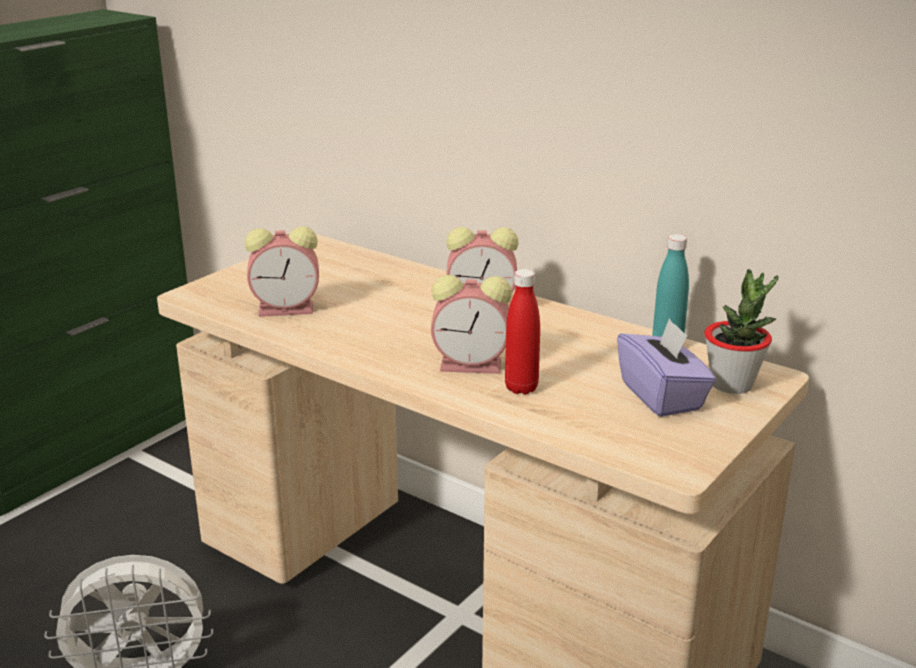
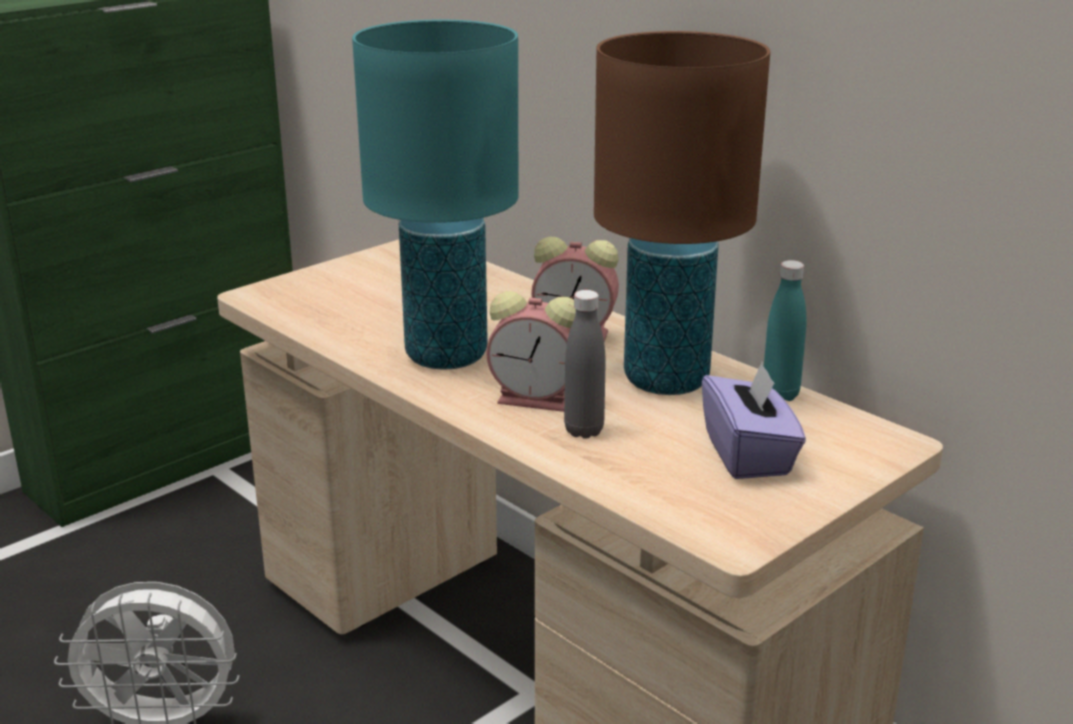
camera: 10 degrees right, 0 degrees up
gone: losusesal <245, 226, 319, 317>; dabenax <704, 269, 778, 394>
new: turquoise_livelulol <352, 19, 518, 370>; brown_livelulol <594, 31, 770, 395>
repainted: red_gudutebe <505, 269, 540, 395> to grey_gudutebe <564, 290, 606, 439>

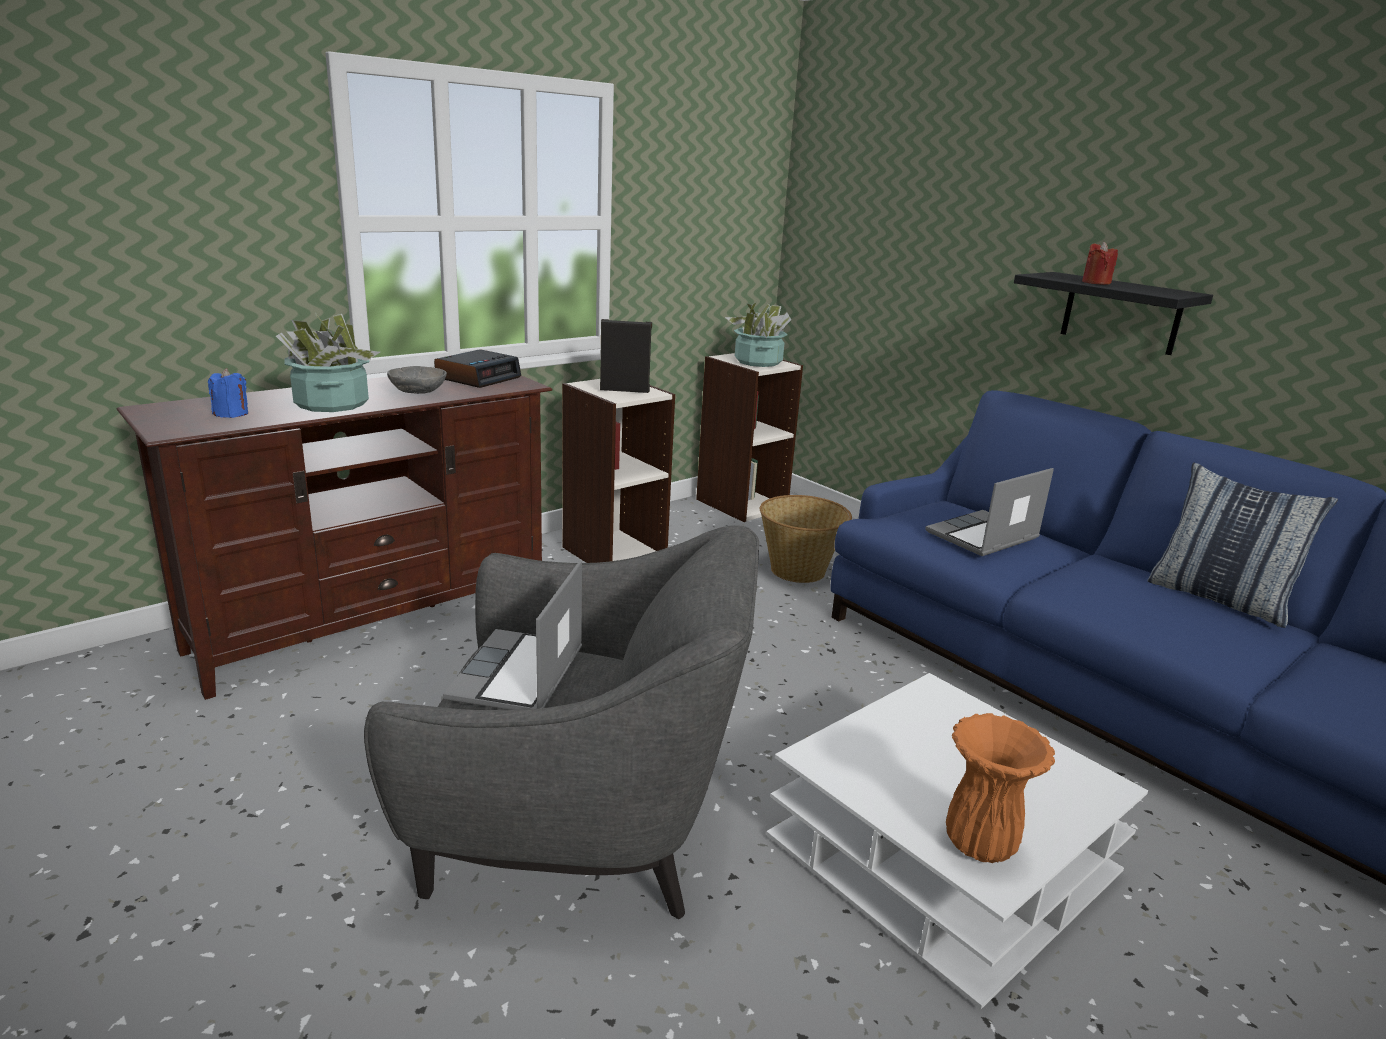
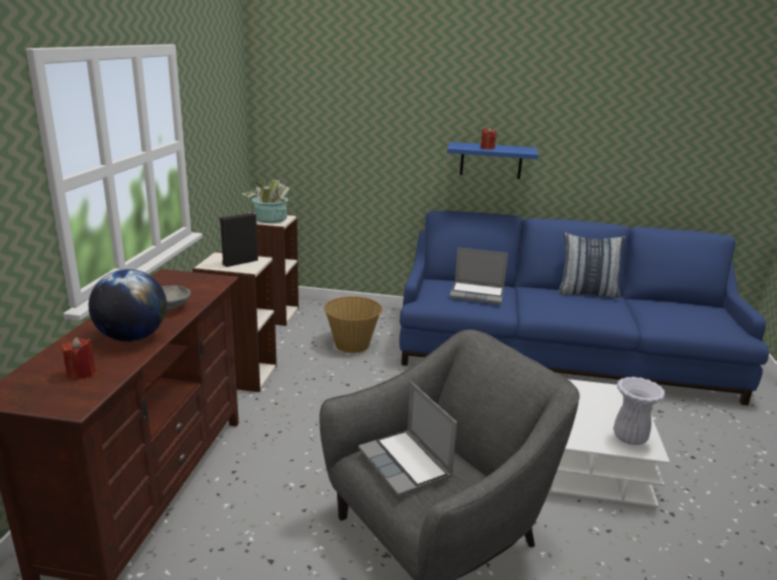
camera: 40 degrees left, 0 degrees up
gone: losusesal <434, 349, 521, 388>
swapped: dabenax <276, 312, 380, 412> to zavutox <89, 269, 167, 342>
repainted: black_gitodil <1014, 272, 1213, 355> to blue_gitodil <447, 142, 538, 179>; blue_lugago <208, 368, 248, 418> to red_lugago <62, 337, 96, 379>; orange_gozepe <946, 713, 1055, 863> to white_gozepe <613, 377, 665, 445>
rotated: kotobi <925, 468, 1054, 556> = <450, 248, 508, 304> 90 degrees counterclockwise

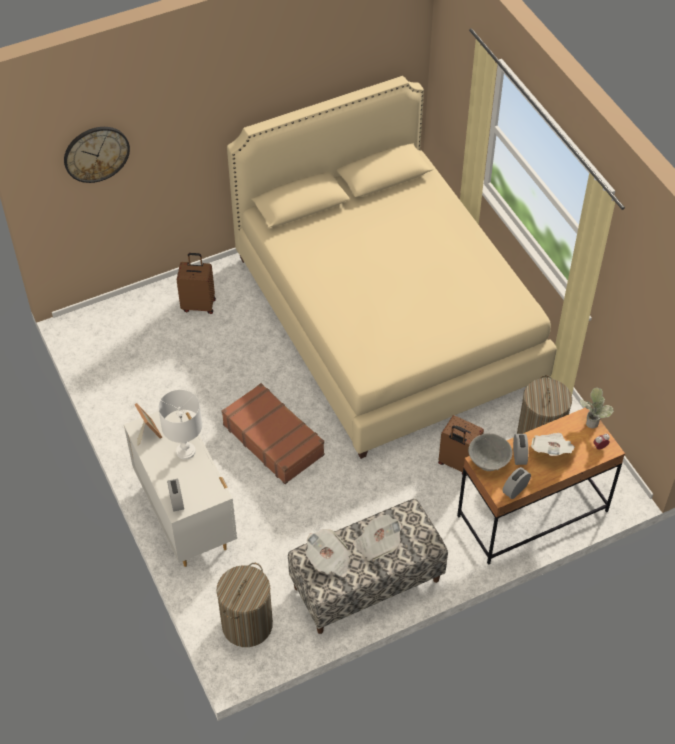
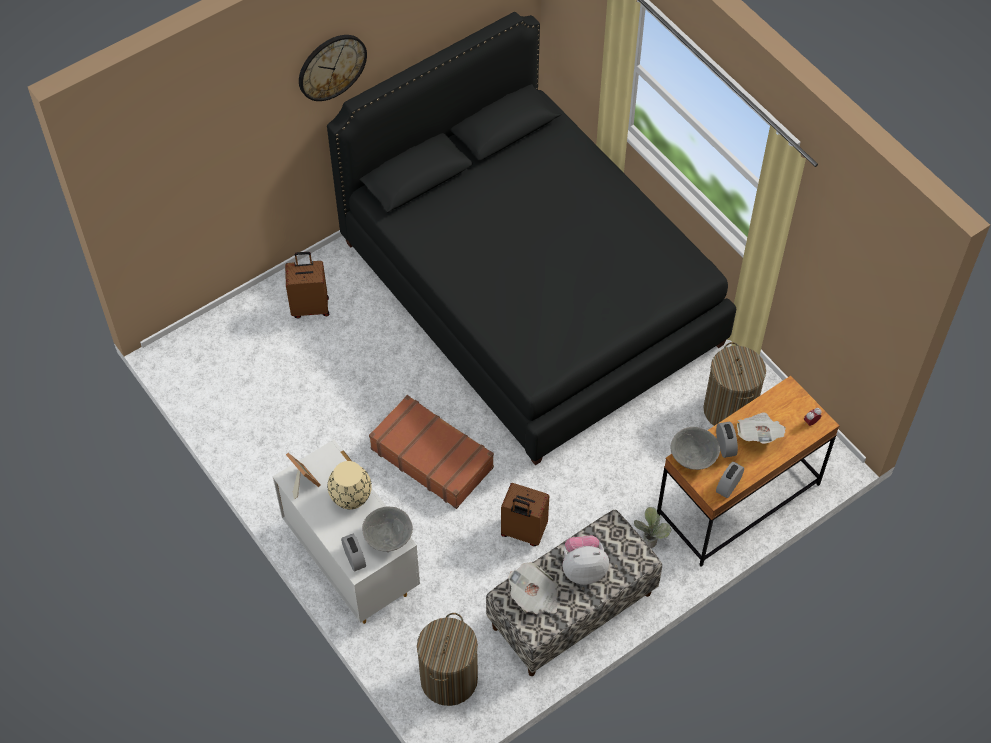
camera: 10 degrees left, 5 degrees up
new: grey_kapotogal <362, 506, 413, 552>
shifted: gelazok <64, 127, 130, 183> to <299, 35, 367, 101>; dabenax <580, 387, 614, 428> to <634, 507, 672, 548>; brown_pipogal <438, 415, 484, 476> to <501, 483, 549, 546>
swapped: white_livelulol <158, 390, 202, 460> to beige_gozepe <327, 461, 372, 510>; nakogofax <353, 514, 402, 561> to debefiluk <563, 535, 609, 585>
repainted: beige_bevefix <227, 76, 557, 459> to black_bevefix <327, 12, 736, 466>

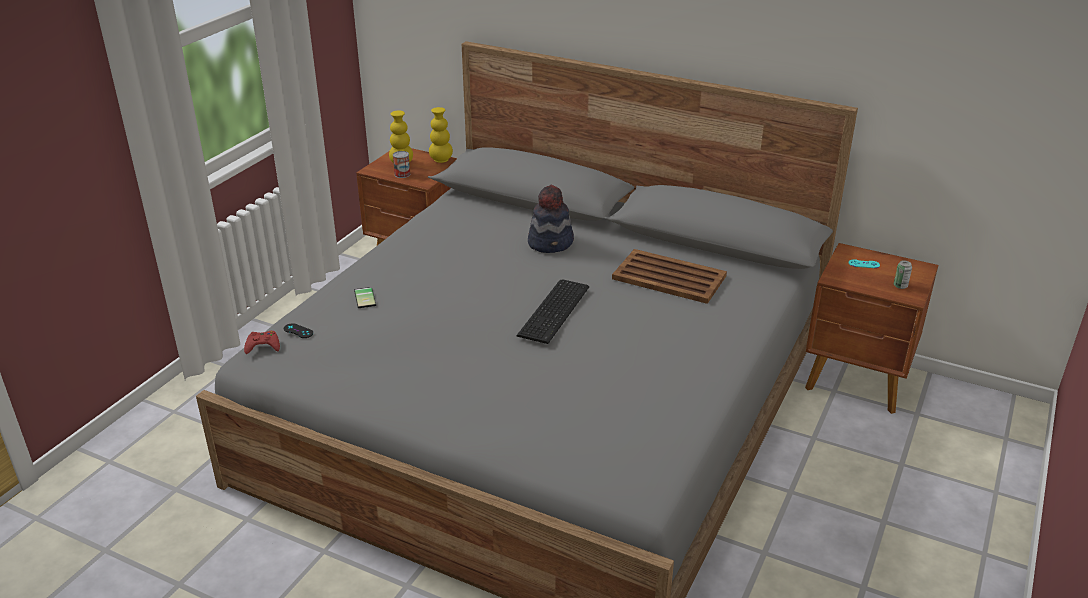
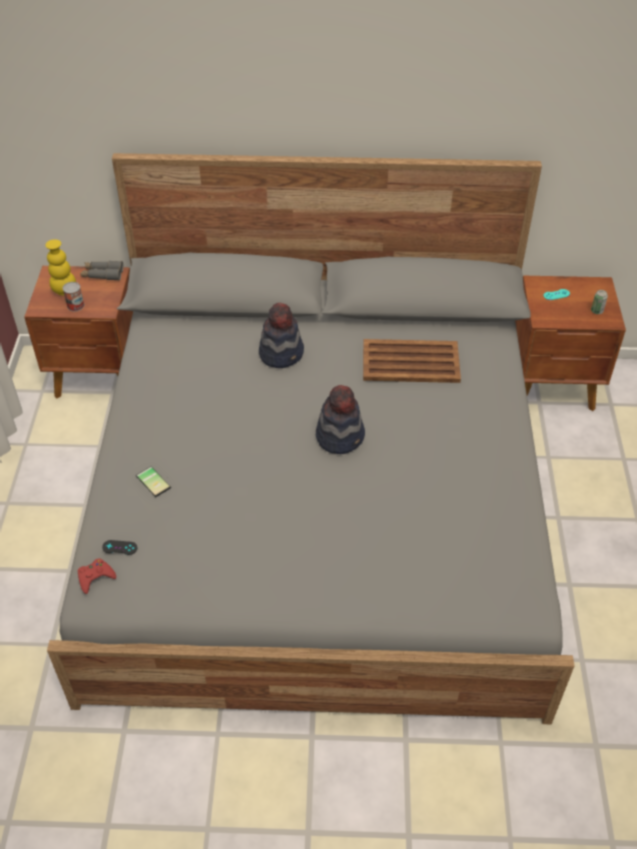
camera: 25 degrees left, 15 degrees up
swapped: yellow_gozepe <429, 107, 453, 163> to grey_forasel <81, 261, 123, 281>; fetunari <517, 279, 589, 344> to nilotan <316, 385, 365, 454>

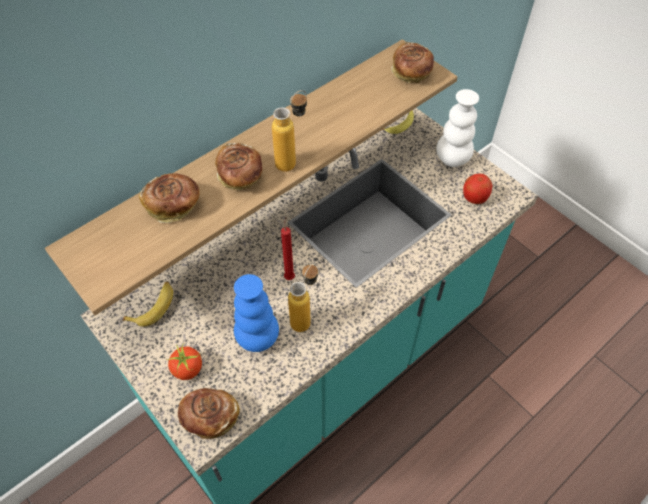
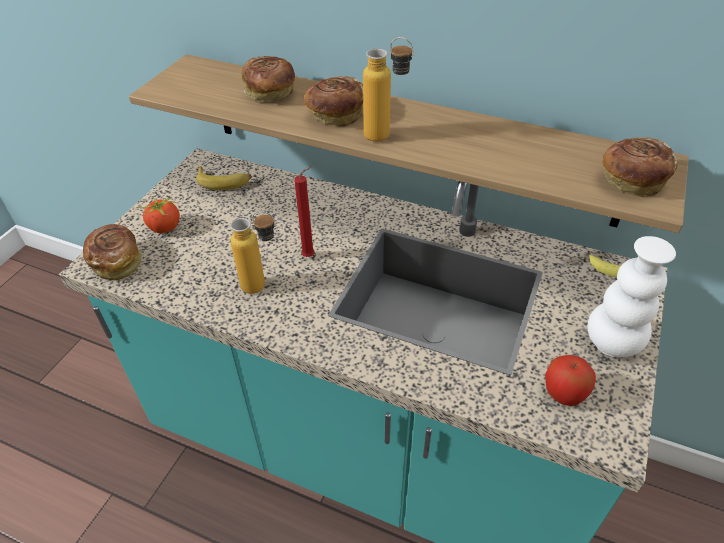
camera: 65 degrees right, 10 degrees down
gone: blue_gozepe <234, 274, 279, 352>

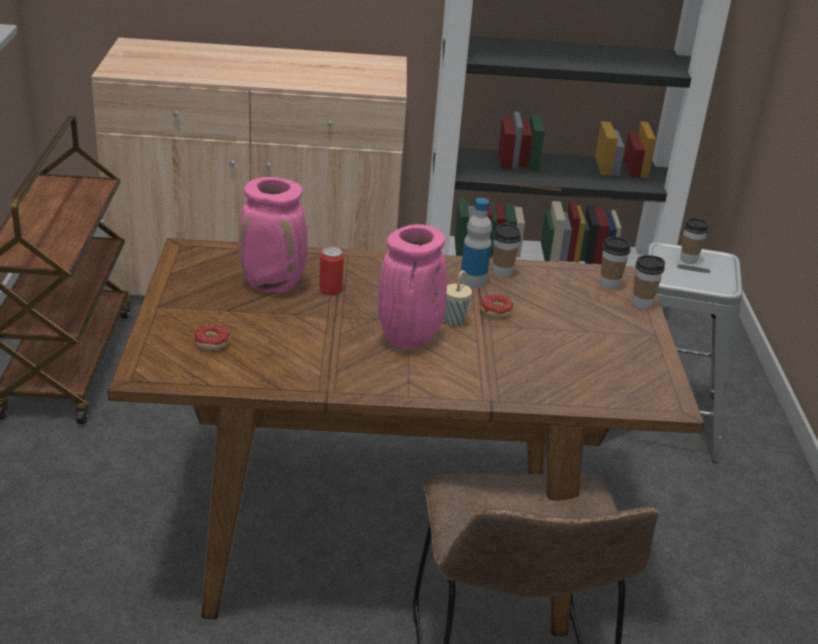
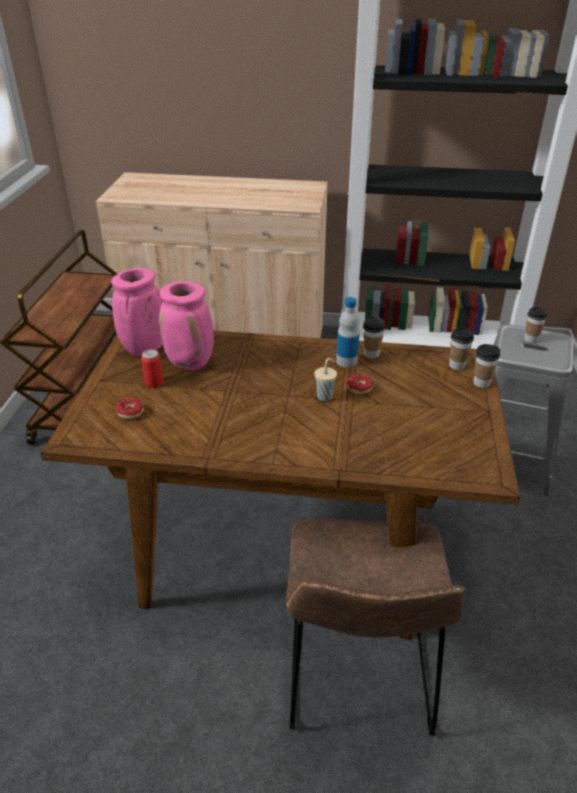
camera: 10 degrees right, 5 degrees up
shifted: pink_gozepe <378, 224, 447, 349> to <111, 268, 163, 356>; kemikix <319, 246, 344, 295> to <141, 349, 163, 388>

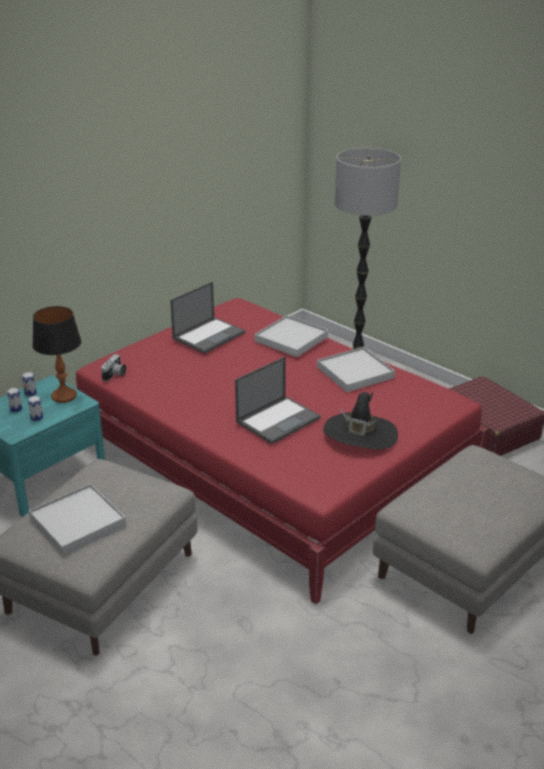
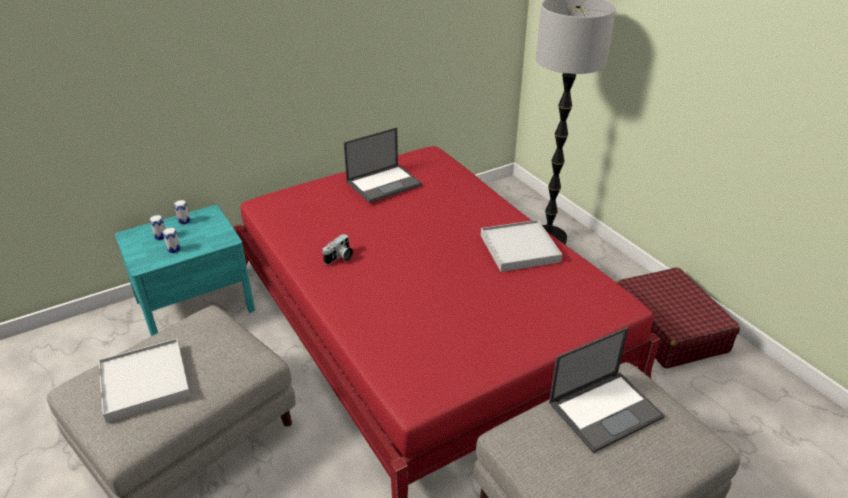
camera: 15 degrees right, 5 degrees up
gone: livelulol <32, 306, 81, 403>; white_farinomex <254, 315, 328, 357>; black_nilotan <323, 392, 398, 449>
shifted: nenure <101, 354, 126, 381> to <323, 234, 353, 265>; kotobi <235, 357, 321, 444> to <549, 327, 665, 453>

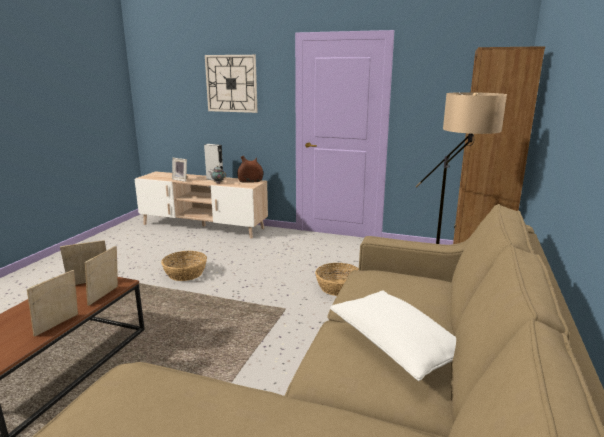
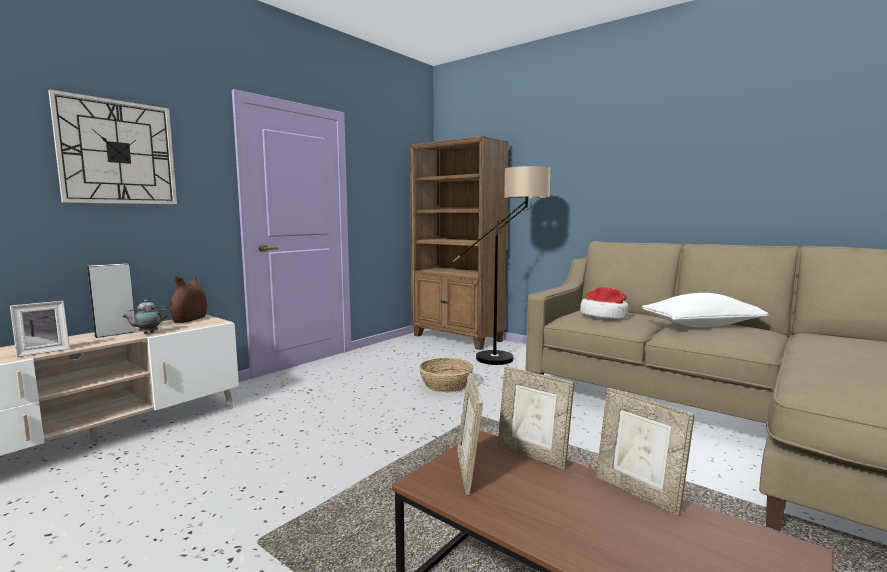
camera: 70 degrees left, 10 degrees down
gone: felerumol <161, 251, 207, 281>
new: nilotan <580, 287, 629, 319>

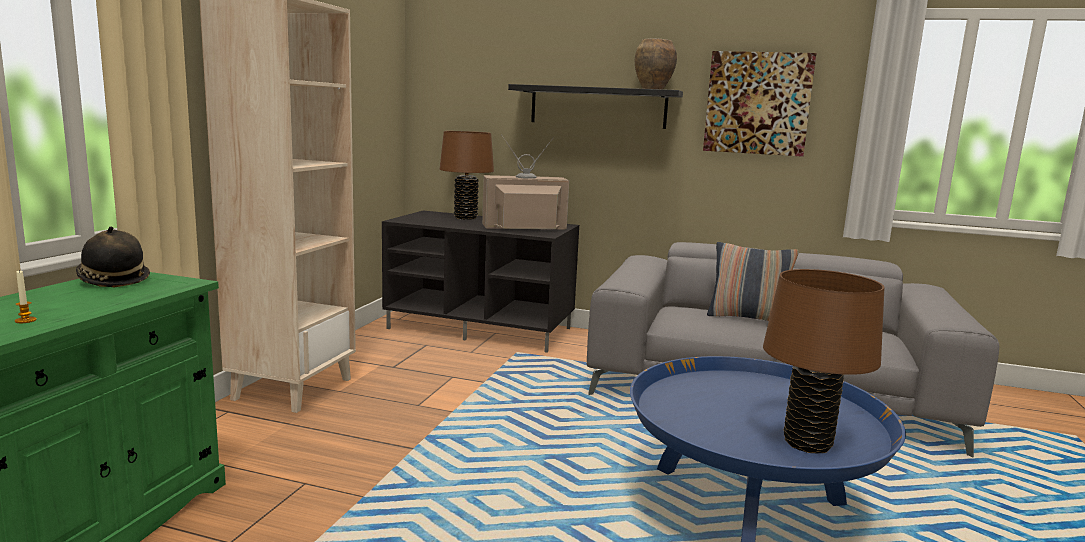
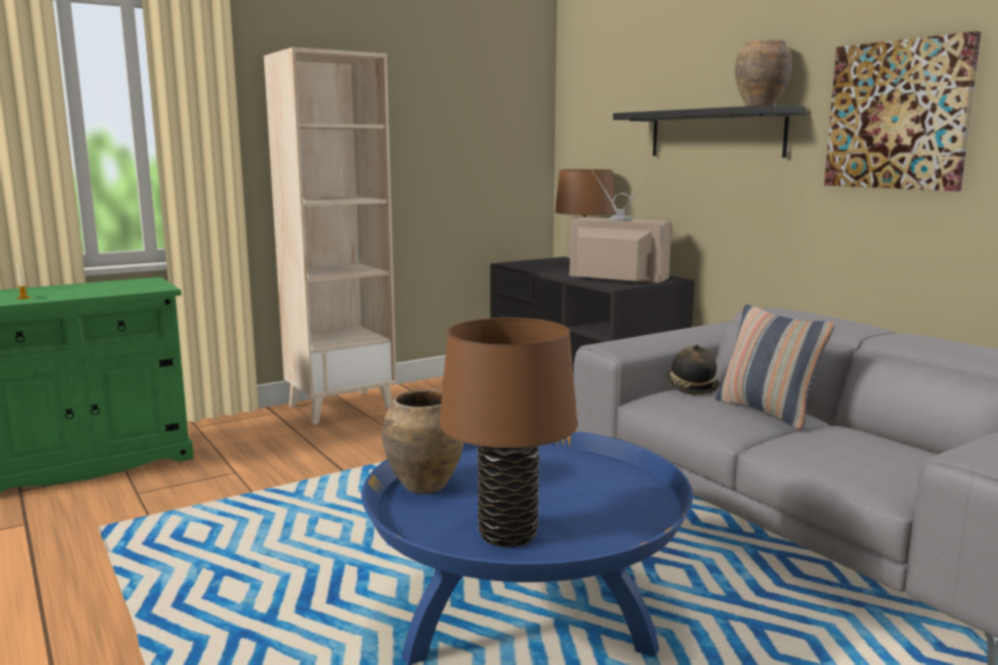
camera: 40 degrees right, 0 degrees up
new: brown_gozepe <382, 390, 464, 494>
shifted: nilotan <76, 226, 150, 287> to <666, 344, 720, 395>

